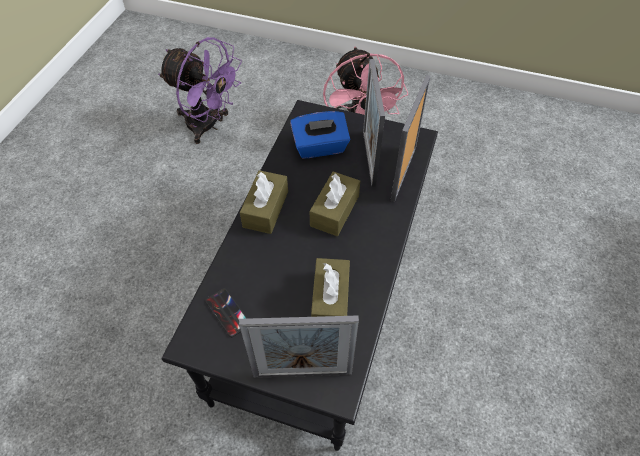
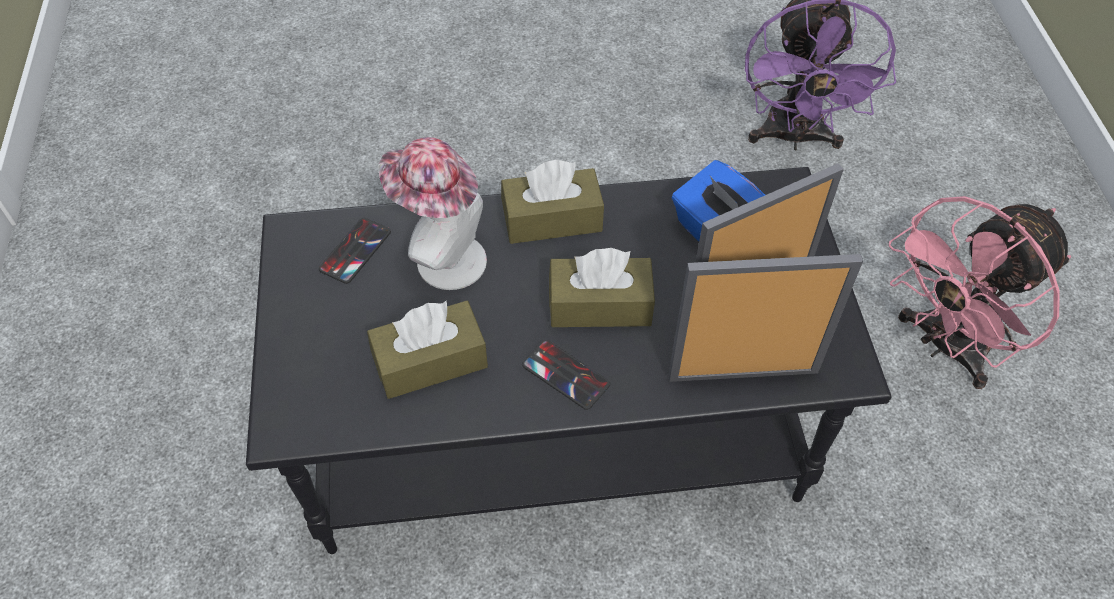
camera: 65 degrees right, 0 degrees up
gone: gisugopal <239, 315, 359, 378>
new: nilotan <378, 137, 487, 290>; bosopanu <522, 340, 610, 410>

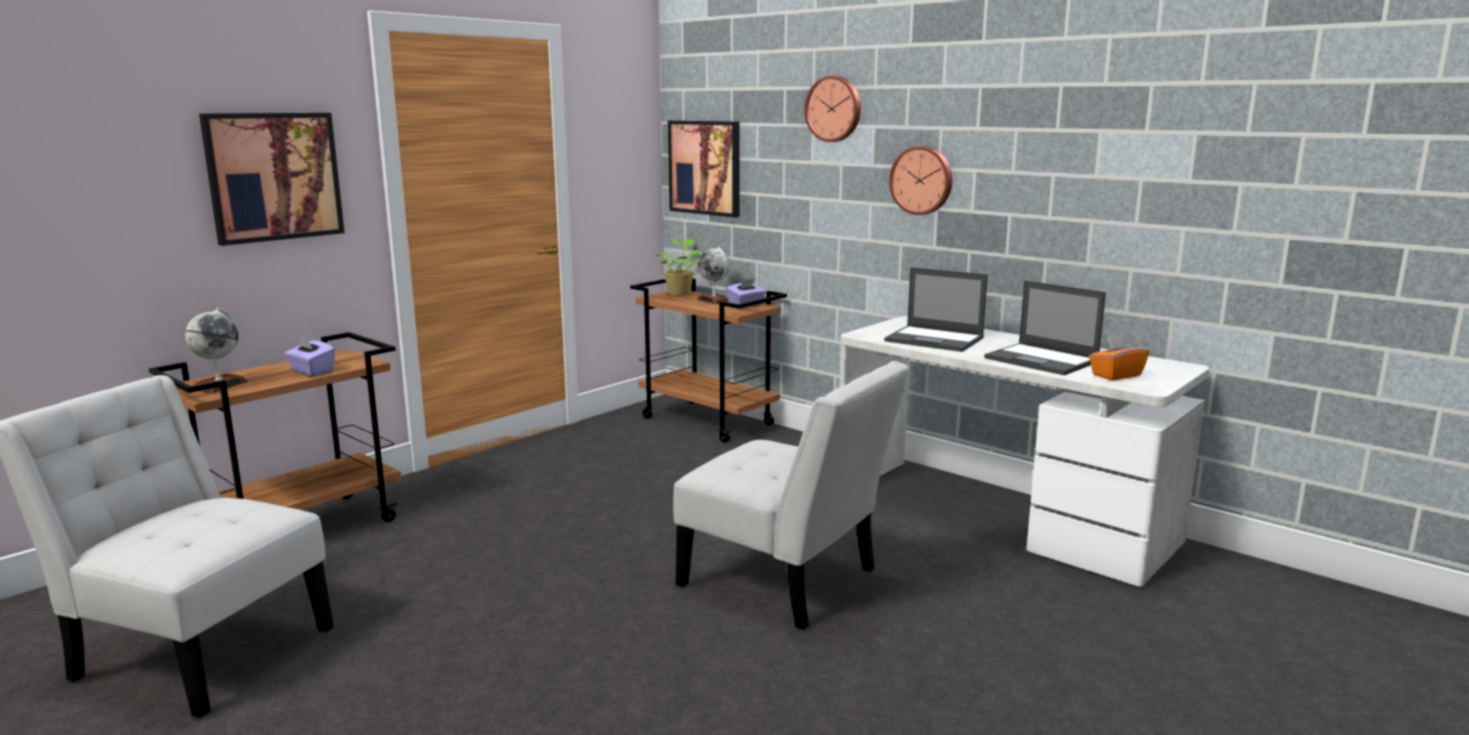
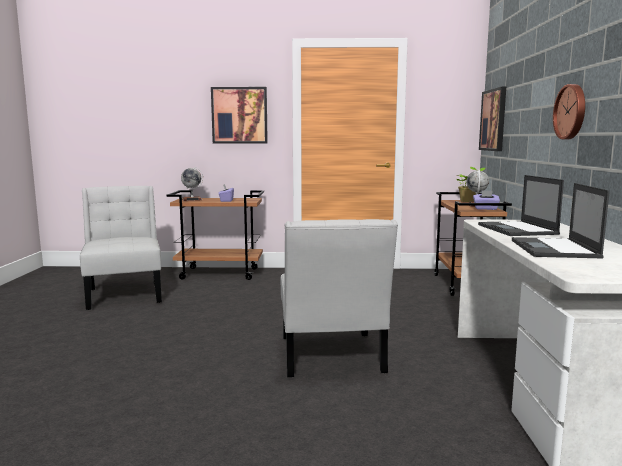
camera: 50 degrees right, 5 degrees down
gone: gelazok <804, 76, 861, 142>; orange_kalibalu <1089, 335, 1149, 380>

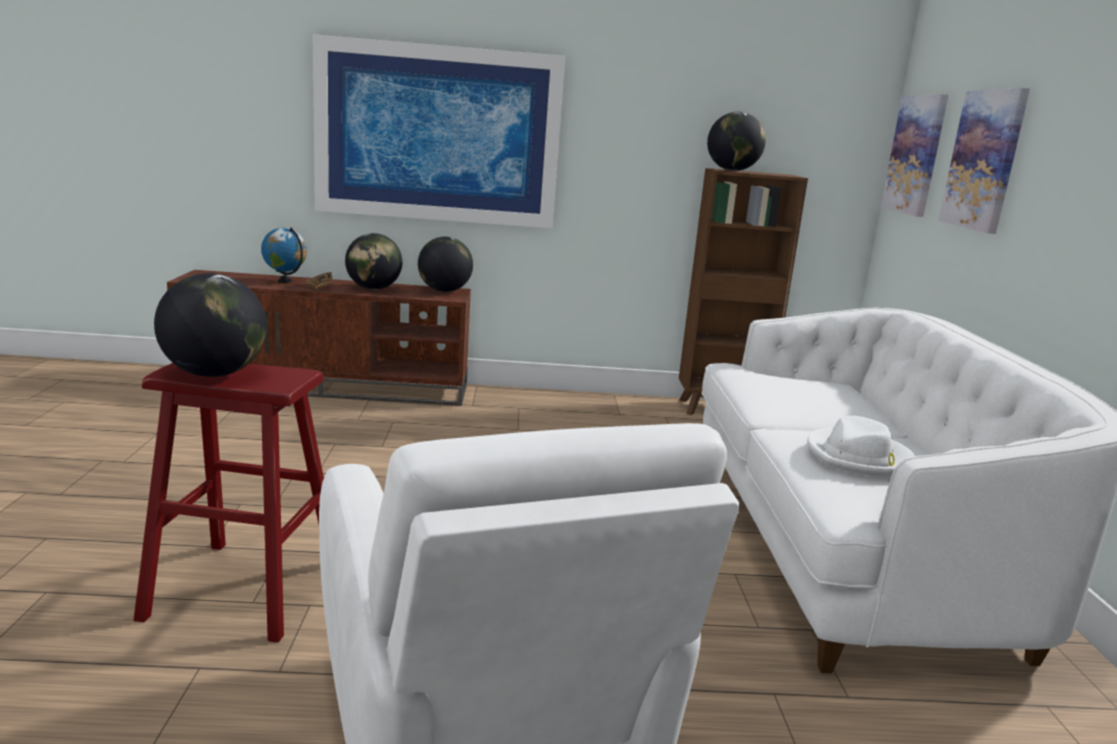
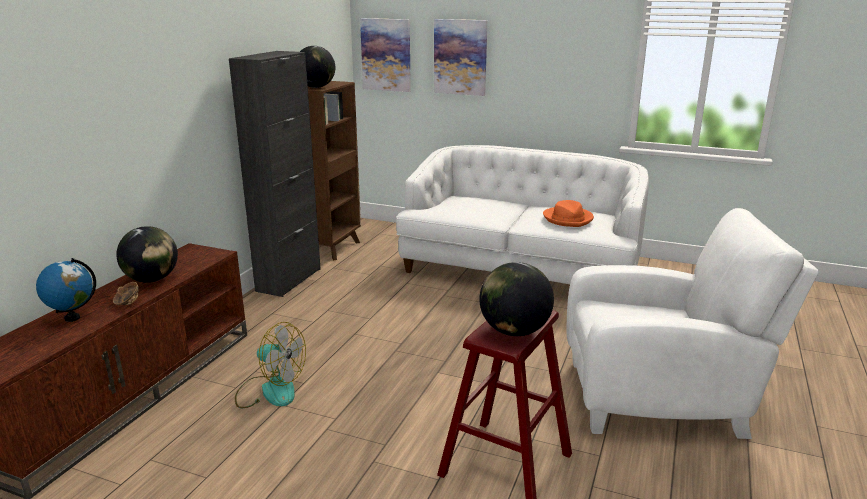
camera: 65 degrees left, 5 degrees up
gone: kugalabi <313, 34, 565, 228>; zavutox <418, 237, 473, 292>
new: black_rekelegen <229, 51, 321, 297>; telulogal <235, 322, 306, 408>
repainted: white_nilotan <807, 416, 915, 477> to orange_nilotan <543, 200, 594, 227>

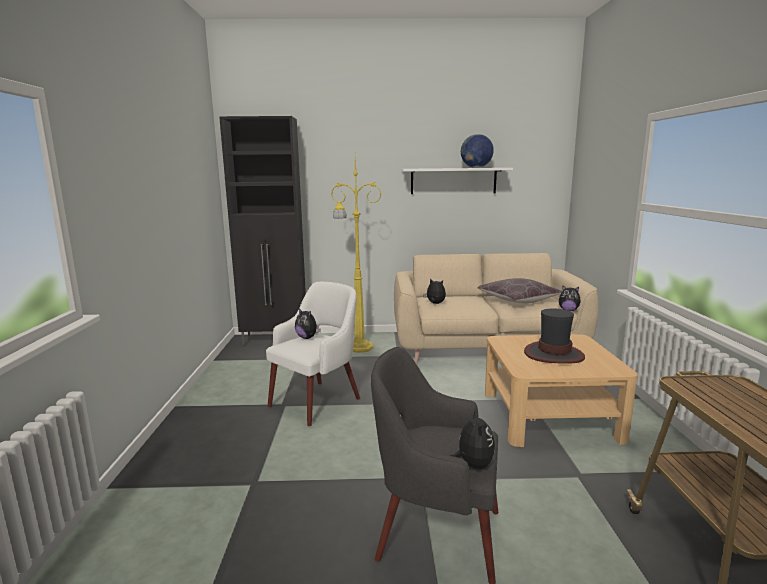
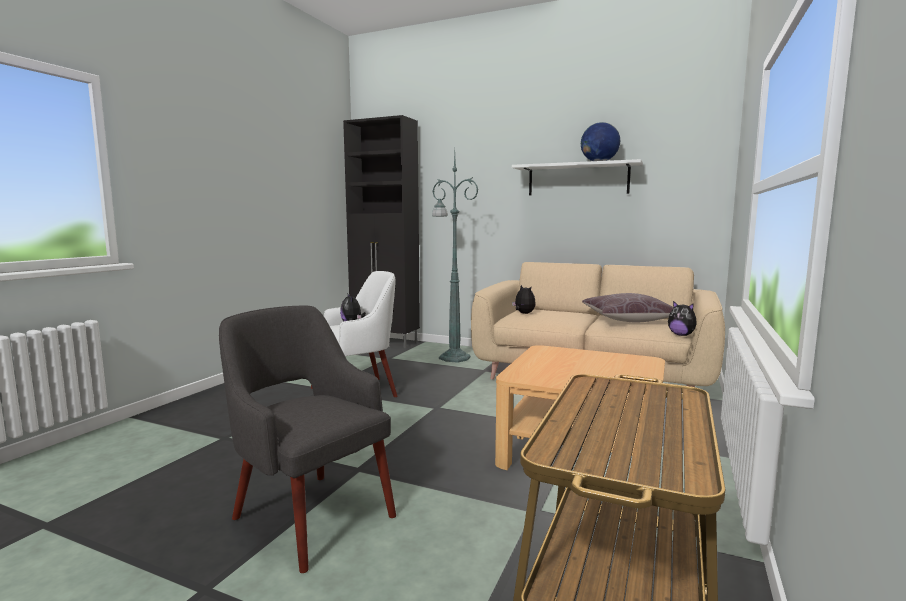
camera: 25 degrees right, 5 degrees down
gone: nilotan <524, 309, 585, 364>; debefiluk <450, 410, 495, 469>
repainted: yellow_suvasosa <331, 158, 382, 353> to green_suvasosa <432, 153, 479, 363>

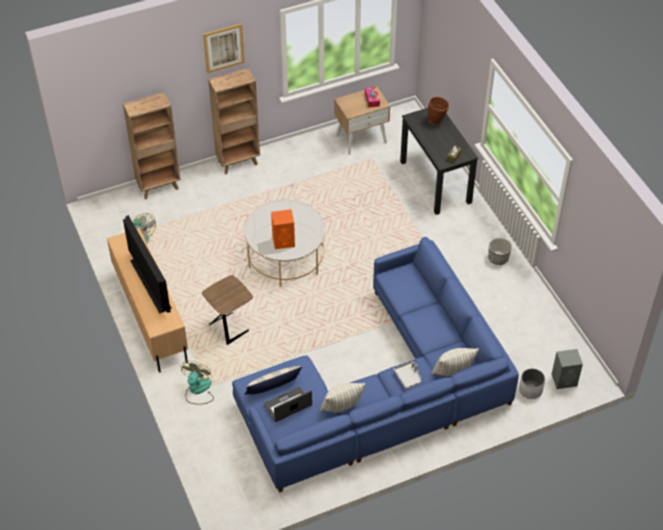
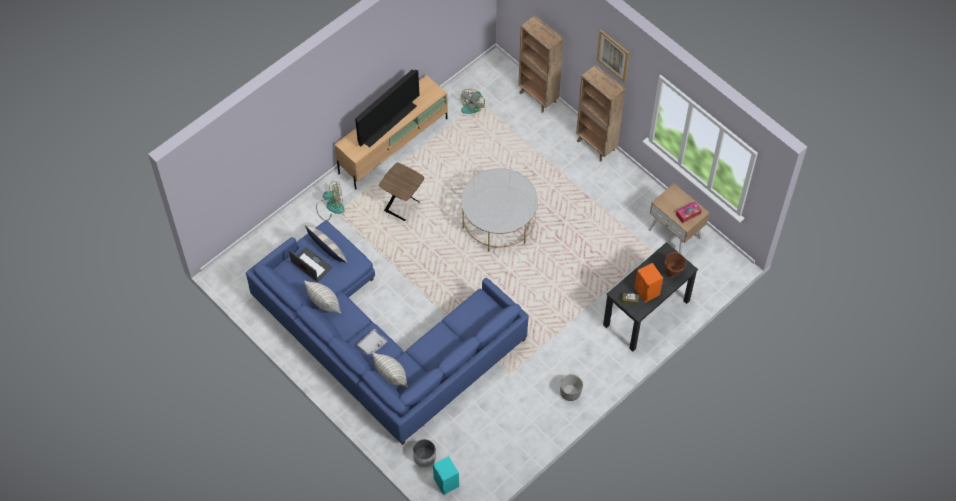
camera: 70 degrees right, 10 degrees up
shifted: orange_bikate <271, 209, 295, 249> to <634, 263, 663, 303>
repainted: grey_bikate <552, 349, 583, 389> to turquoise_bikate <433, 456, 459, 495>

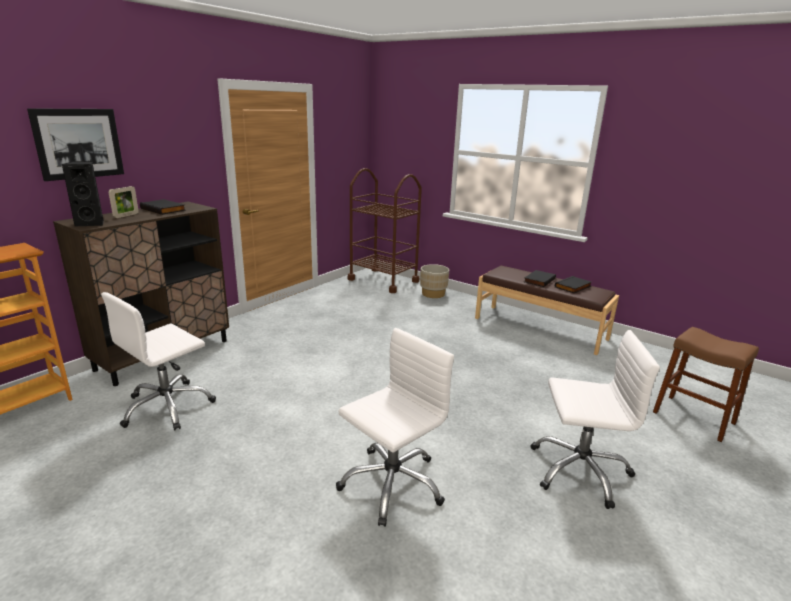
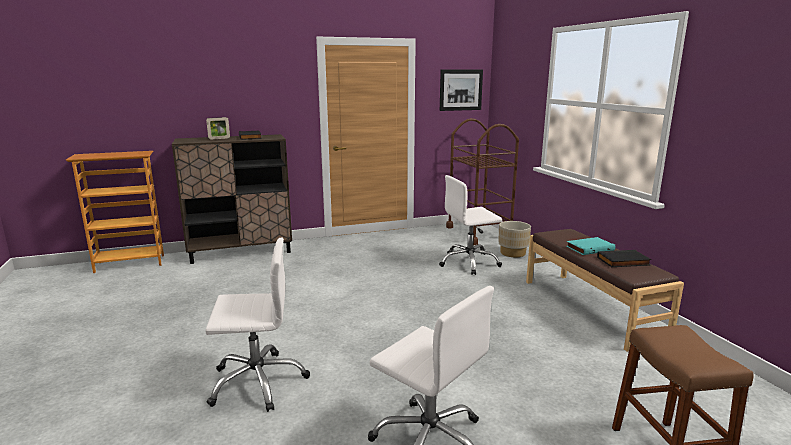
camera: 35 degrees right, 5 degrees down
gone: black_bikate <62, 161, 104, 226>
shifted: kugalabi <27, 108, 124, 181> to <440, 69, 483, 111>; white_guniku <101, 292, 216, 431> to <439, 175, 502, 275>
repainted: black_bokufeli <524, 270, 556, 287> to turquoise_bokufeli <566, 237, 615, 255>

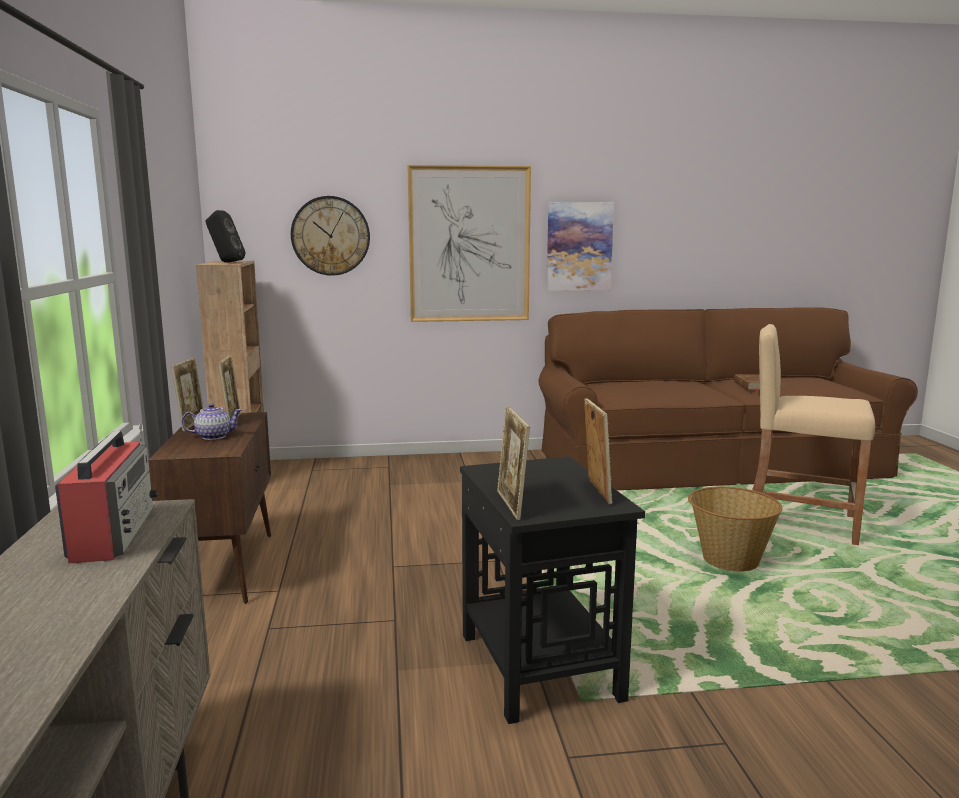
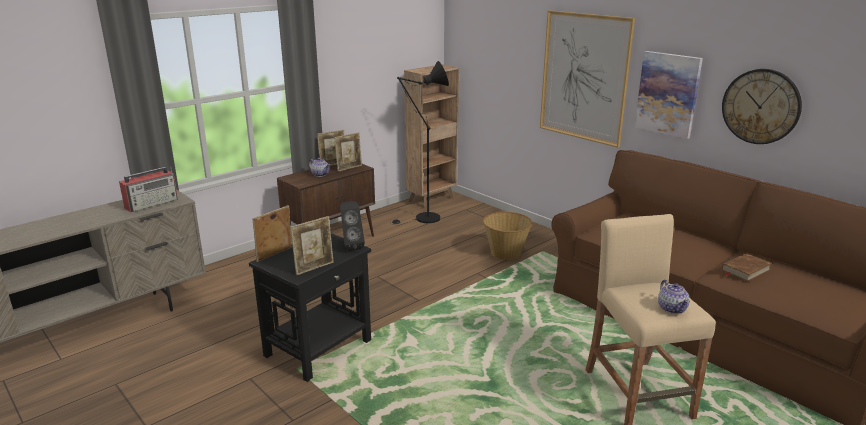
camera: 55 degrees right, 10 degrees up
new: black_suvasosa <391, 61, 449, 225>; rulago <658, 280, 690, 314>
shifted: gelazok <291, 196, 370, 276> to <722, 69, 802, 144>; black_bikate <206, 210, 245, 263> to <340, 201, 365, 251>; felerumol <688, 486, 783, 571> to <483, 212, 533, 260>

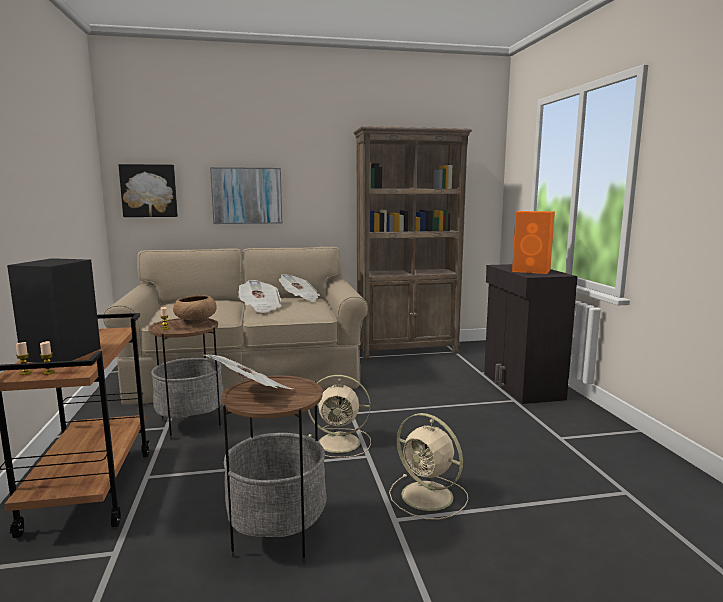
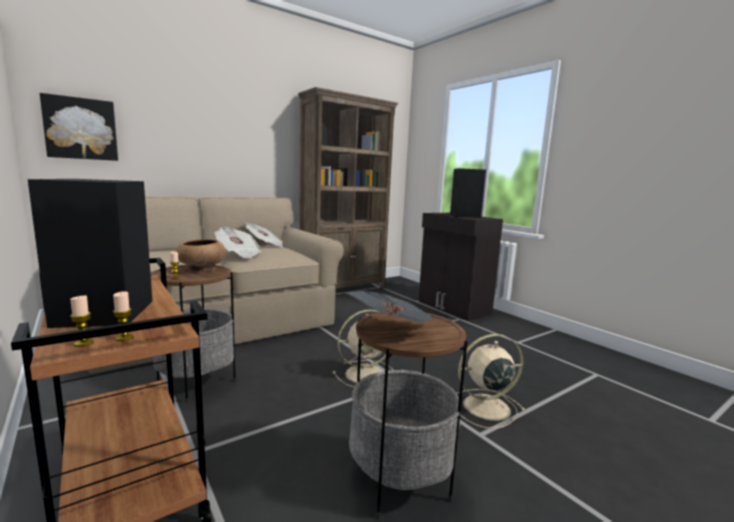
camera: 25 degrees left, 0 degrees up
gone: kugalabi <210, 167, 282, 224>
repainted: orange_bikate <512, 211, 555, 274> to black_bikate <450, 168, 486, 218>
rotated: beige_telulogal <389, 413, 468, 520> = <457, 334, 526, 429> 150 degrees clockwise

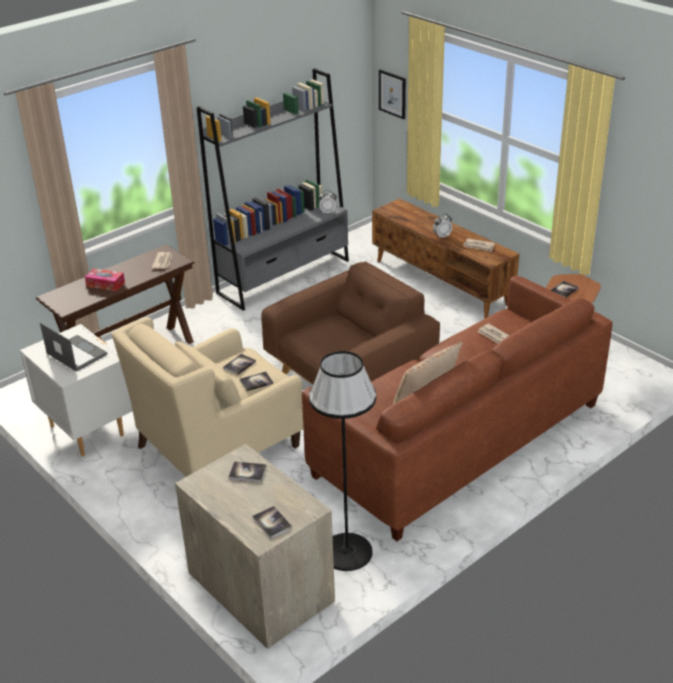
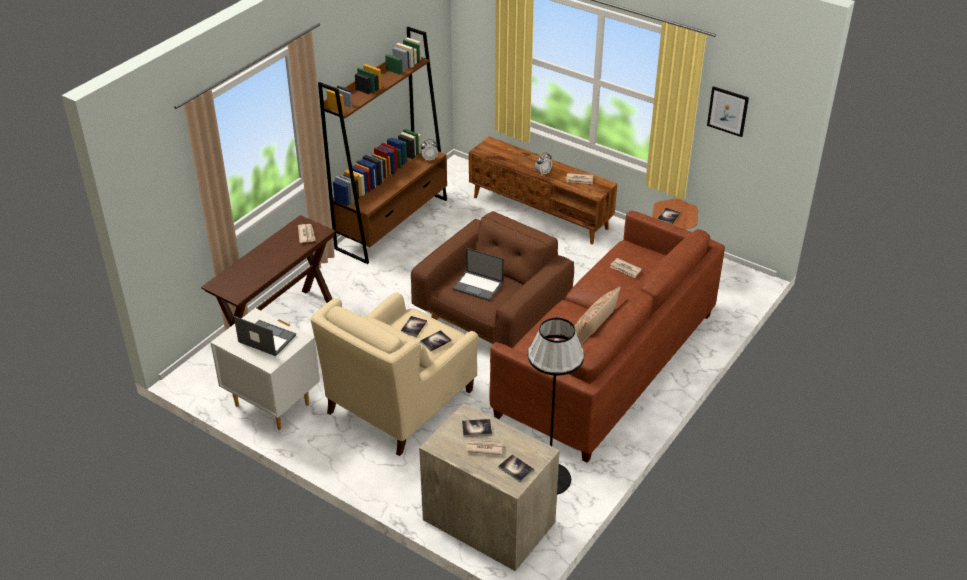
camera: 15 degrees left, 5 degrees up
gone: kalibalu <85, 268, 125, 291>
new: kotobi <452, 248, 504, 301>; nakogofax <466, 440, 503, 455>
shifted: kugalabi <379, 69, 406, 119> to <707, 86, 749, 137>
repainted: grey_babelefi <197, 68, 349, 311> to brown_babelefi <318, 27, 447, 264>

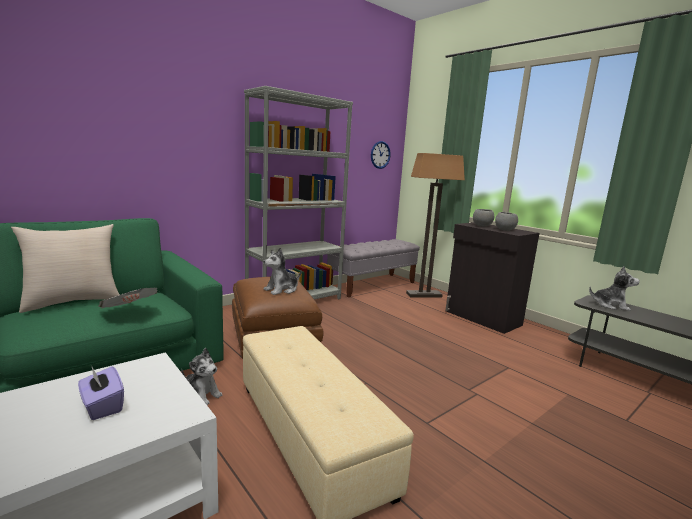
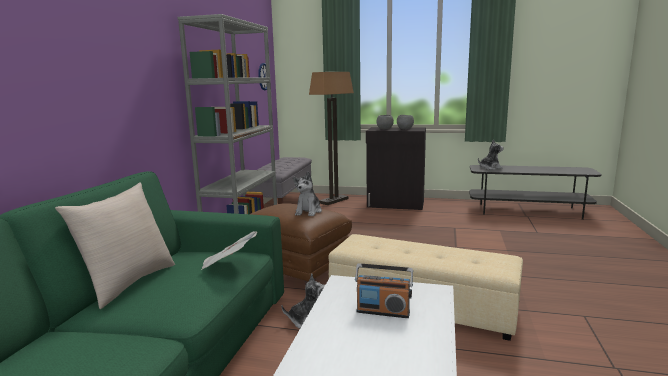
camera: 35 degrees left, 0 degrees up
swapped: purple_kalibalu <78, 366, 124, 420> to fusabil <355, 263, 413, 318>

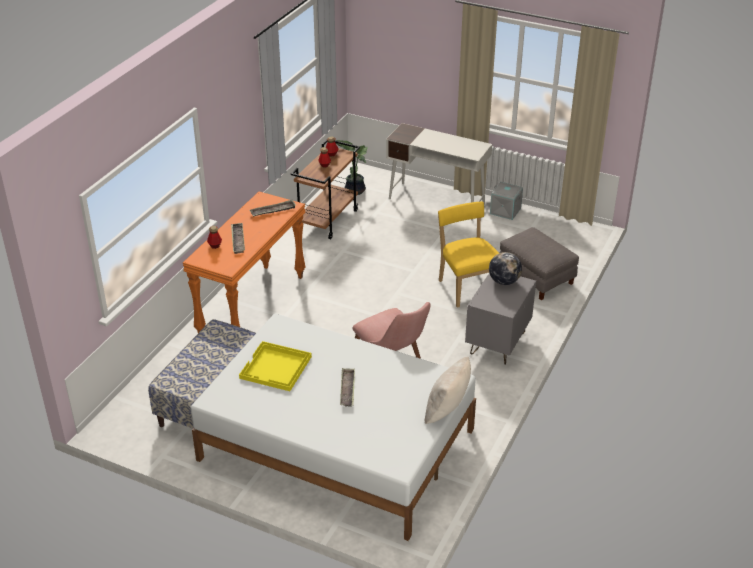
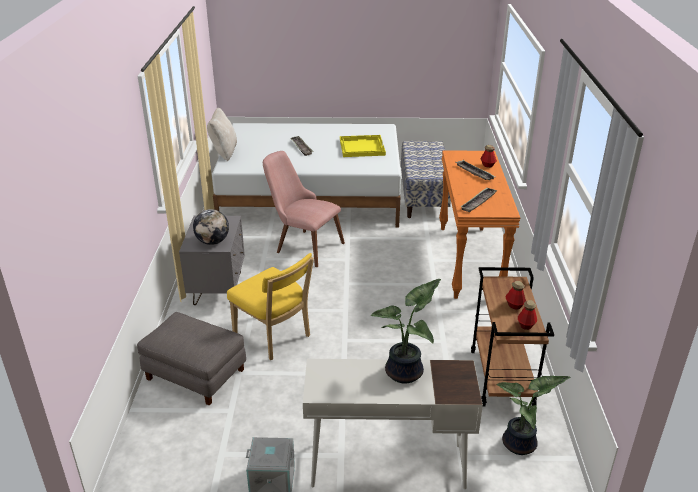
camera: 155 degrees right, 5 degrees down
new: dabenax <371, 279, 441, 383>

